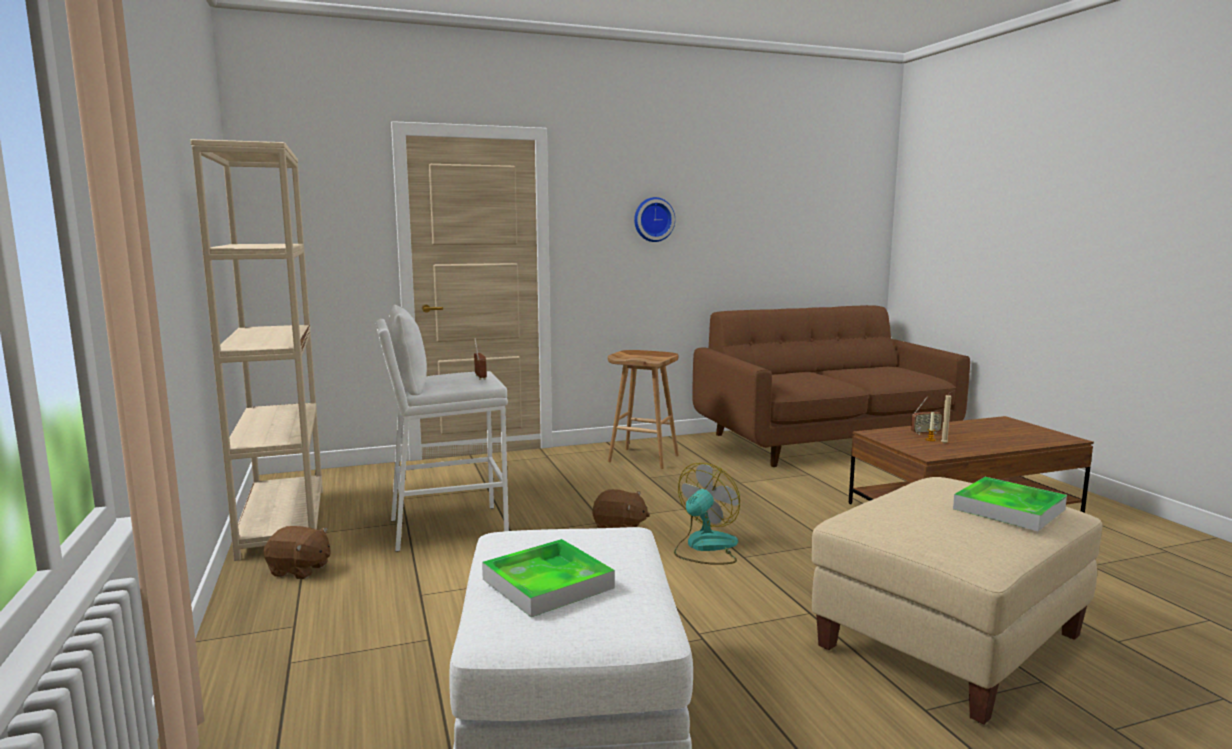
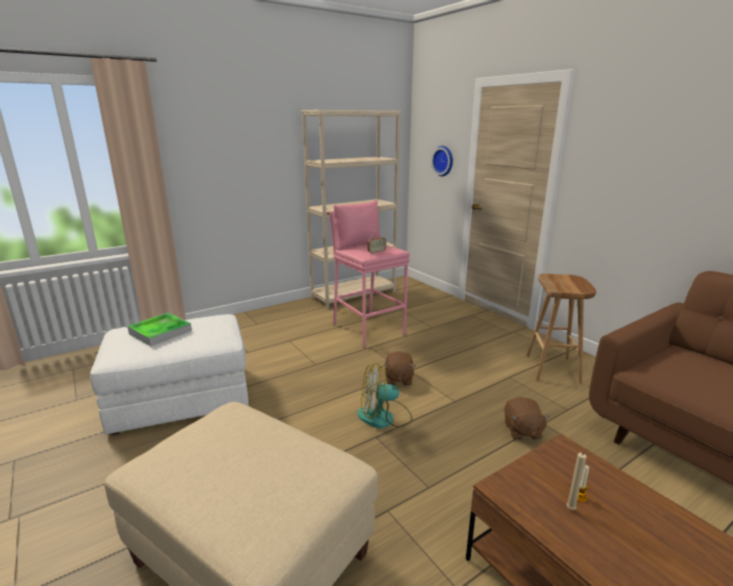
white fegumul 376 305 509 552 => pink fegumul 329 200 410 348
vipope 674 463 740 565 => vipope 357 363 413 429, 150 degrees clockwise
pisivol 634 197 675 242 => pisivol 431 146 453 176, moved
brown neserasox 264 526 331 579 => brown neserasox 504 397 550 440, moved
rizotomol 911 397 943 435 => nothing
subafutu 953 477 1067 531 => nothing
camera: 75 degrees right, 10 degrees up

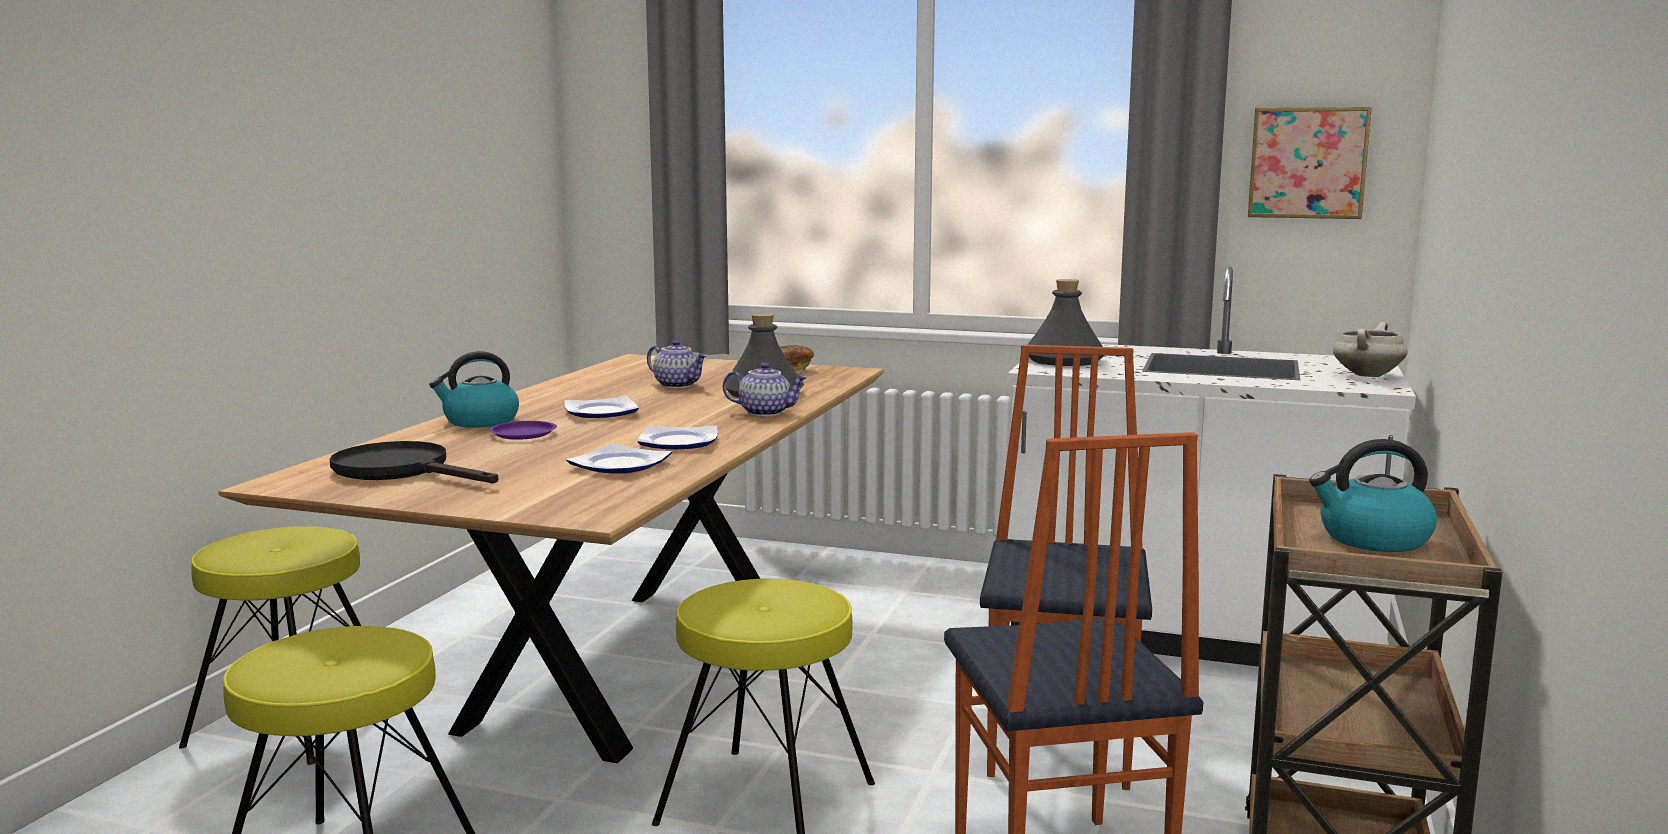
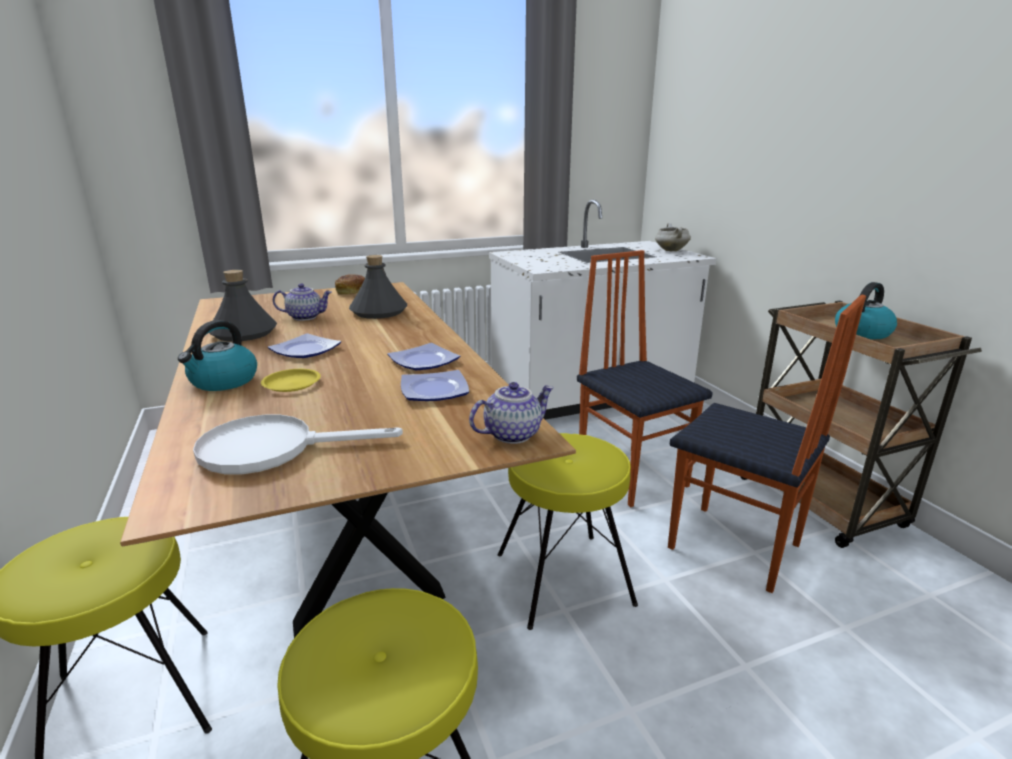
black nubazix 330 441 498 484 => white nubazix 193 415 403 474
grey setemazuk 1027 279 1104 366 => grey setemazuk 209 270 277 342, moved
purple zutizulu 489 421 557 440 => yellow zutizulu 261 369 321 392
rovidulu 723 362 808 417 => rovidulu 469 382 554 444, moved
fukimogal 1248 107 1372 219 => nothing
camera: 40 degrees left, 10 degrees up

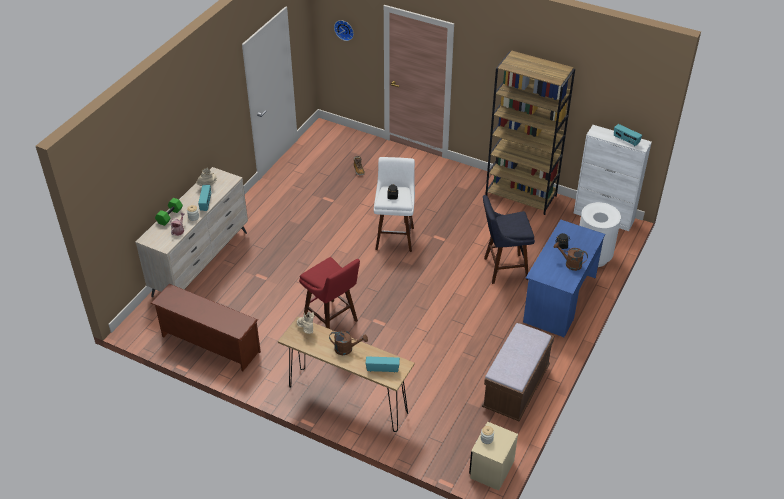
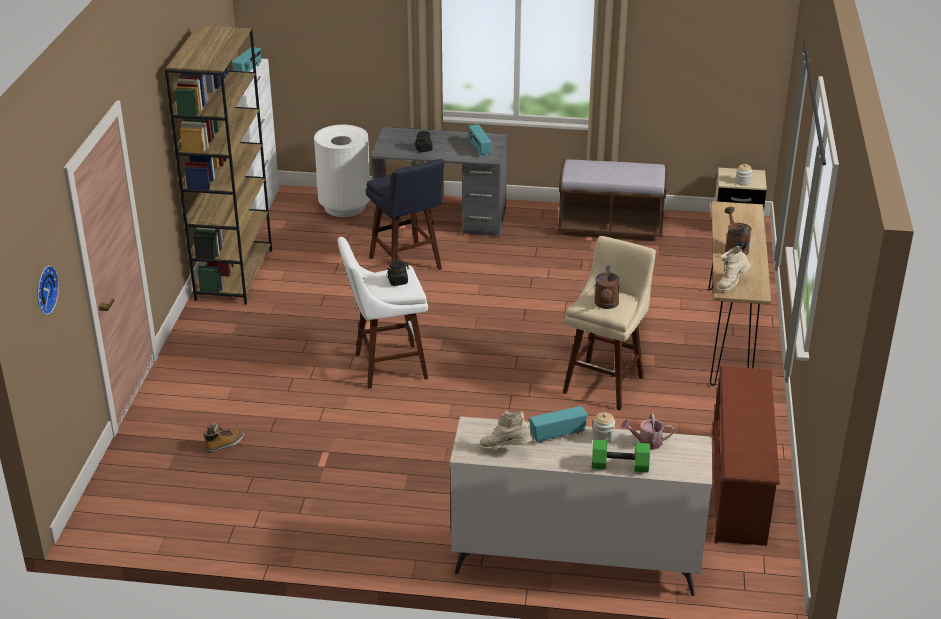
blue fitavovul 523 219 605 337 => grey fitavovul 371 127 507 237
rizotomol 366 356 400 373 => rizotomol 469 124 491 157, moved
red fegumul 299 257 360 329 => beige fegumul 563 236 656 410
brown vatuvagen 554 242 588 271 => brown vatuvagen 594 265 620 309, moved
camera: 110 degrees left, 10 degrees down

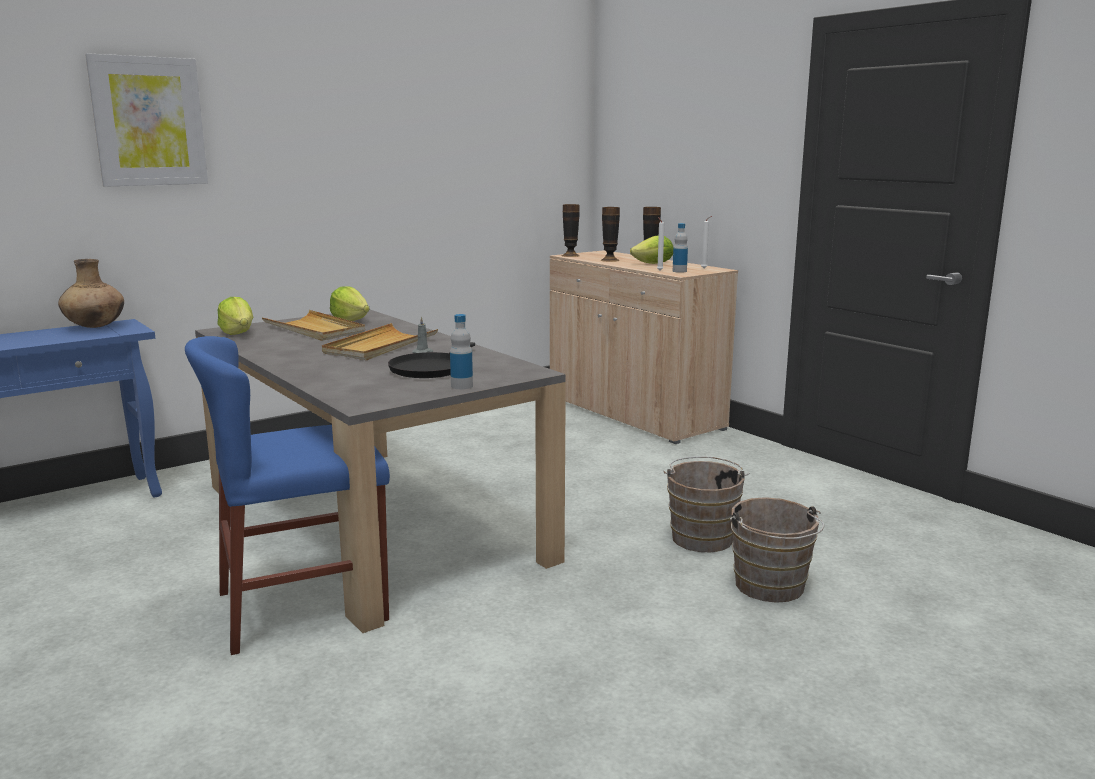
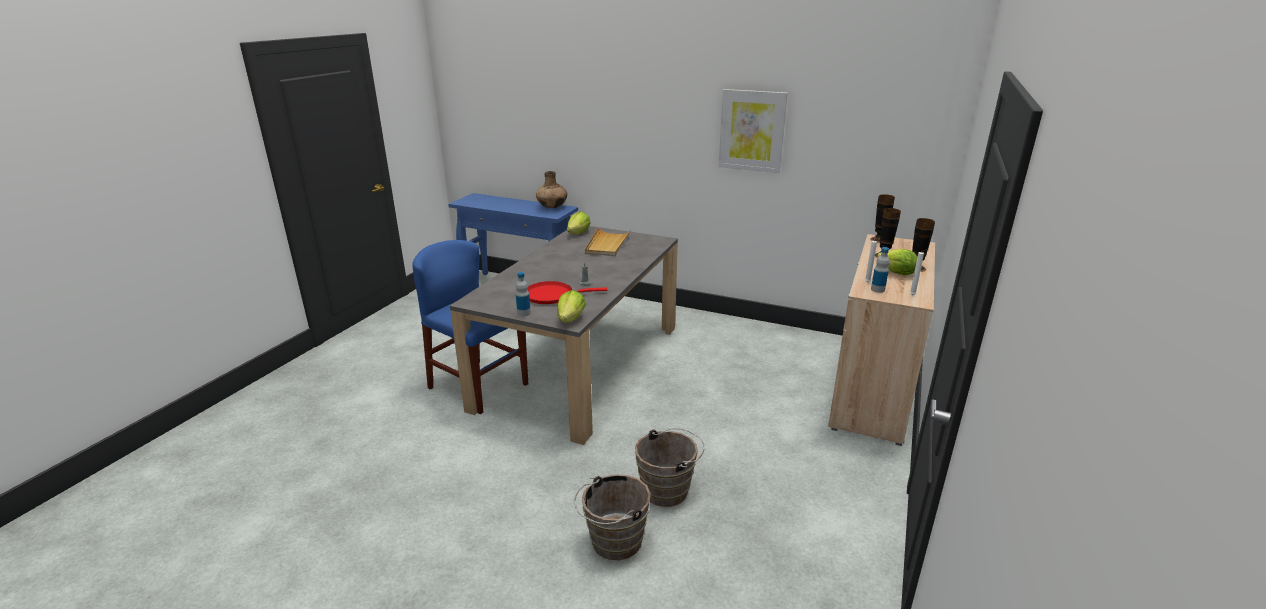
black nubazix 388 342 475 378 => red nubazix 528 281 607 304
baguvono 330 286 370 321 => baguvono 557 290 586 323, moved
fukimogal 85 53 208 187 => fukimogal 719 89 788 173, moved
beige subafutu 322 323 438 360 => nothing
camera: 60 degrees right, 10 degrees up

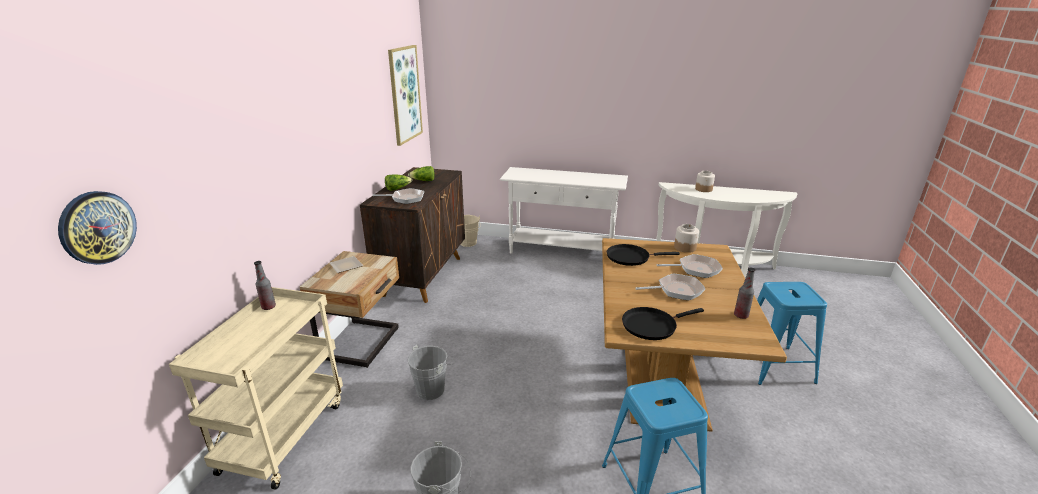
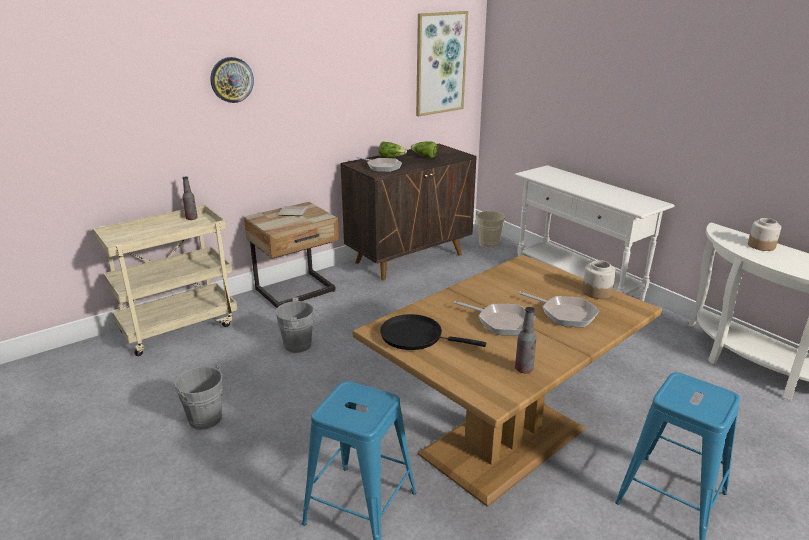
pisivol 58 191 137 265 => pisivol 210 57 254 103, moved
black nubazix 607 244 680 266 => nothing
camera: 40 degrees right, 0 degrees up

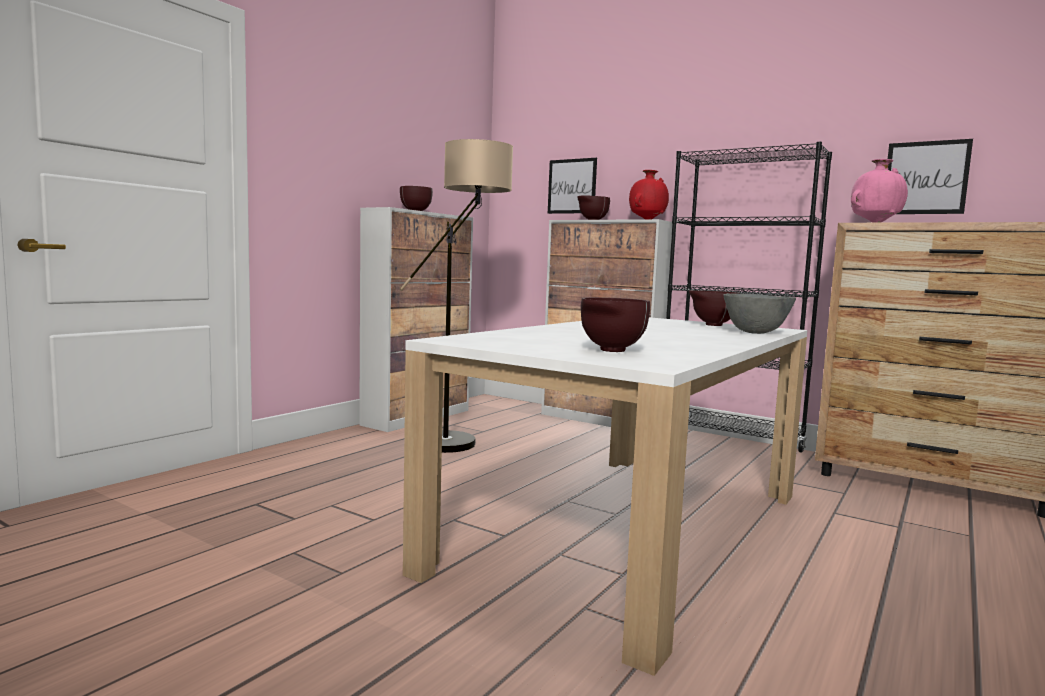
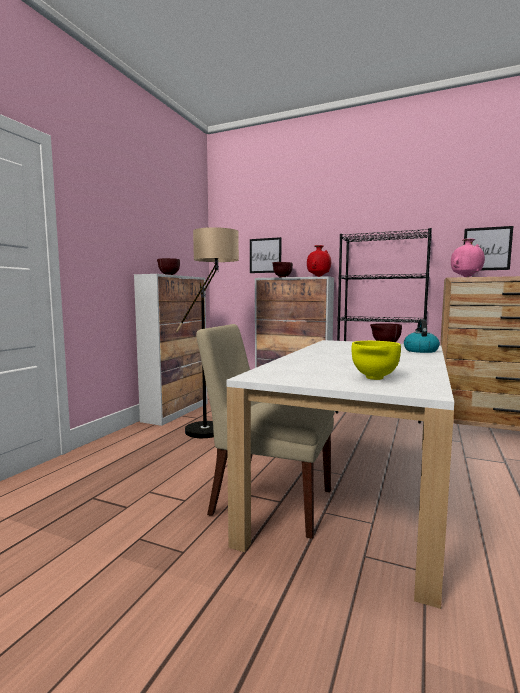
nothing => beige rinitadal 196 324 335 539
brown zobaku 581 297 650 352 => yellow zobaku 351 341 401 380
grey zobaku 724 293 796 334 => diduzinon 404 319 440 353
camera: 10 degrees left, 0 degrees up

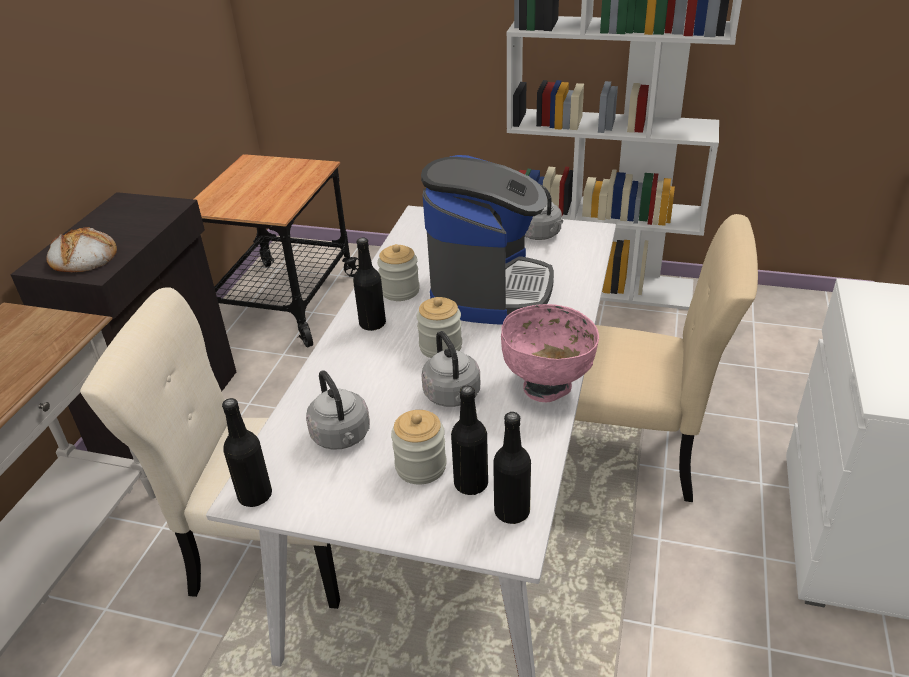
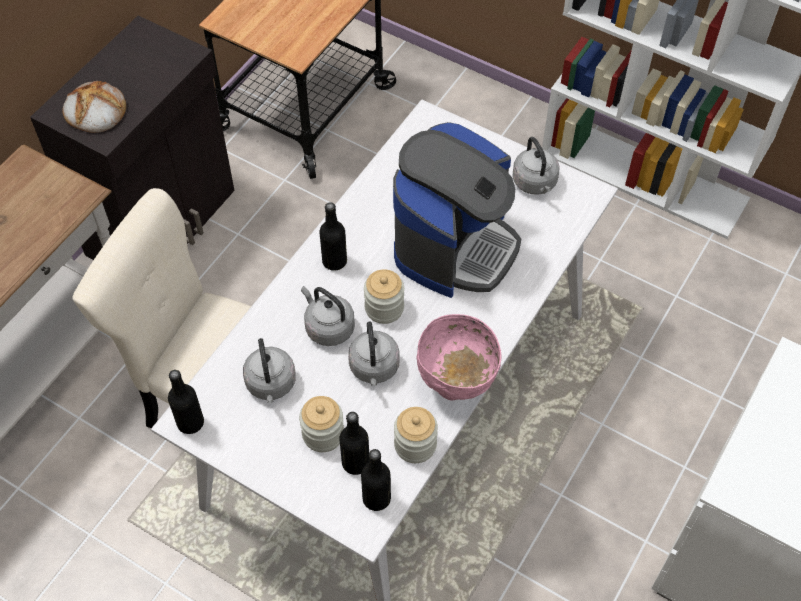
nothing => grey diduzinon 301 286 355 346
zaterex 377 244 420 301 => zaterex 394 407 438 463, moved
beige rinitadal 575 214 758 502 => nothing
camera: 15 degrees right, 20 degrees up

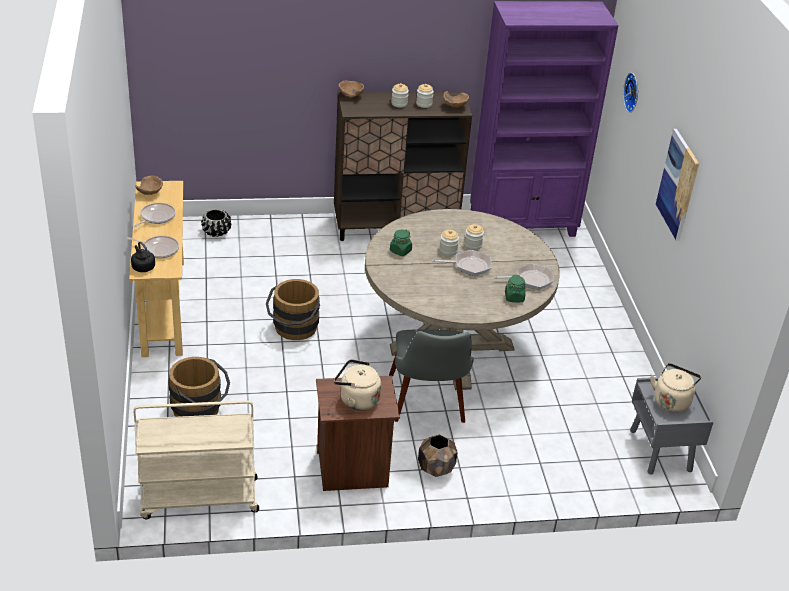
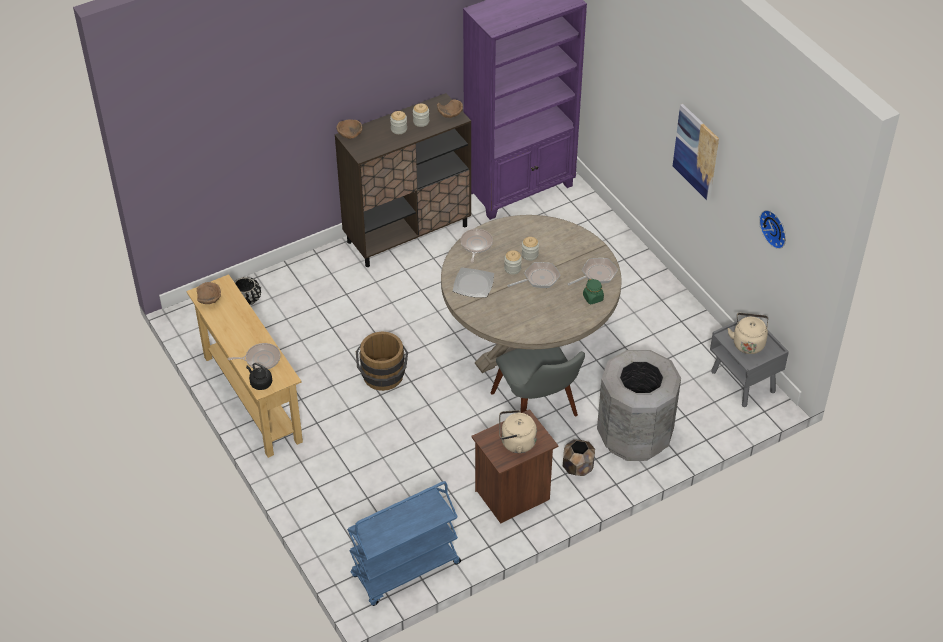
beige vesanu 134 400 259 519 => blue vesanu 347 481 461 606
green zaterex 390 229 412 256 => zutizulu 453 267 494 298
nubazix 134 203 176 227 => nubazix 461 229 493 263, moved
nothing => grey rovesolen 597 350 681 461
pisivol 623 72 638 113 => pisivol 759 210 786 249, moved
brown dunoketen 168 357 230 417 => nothing
camera: 20 degrees left, 10 degrees up

